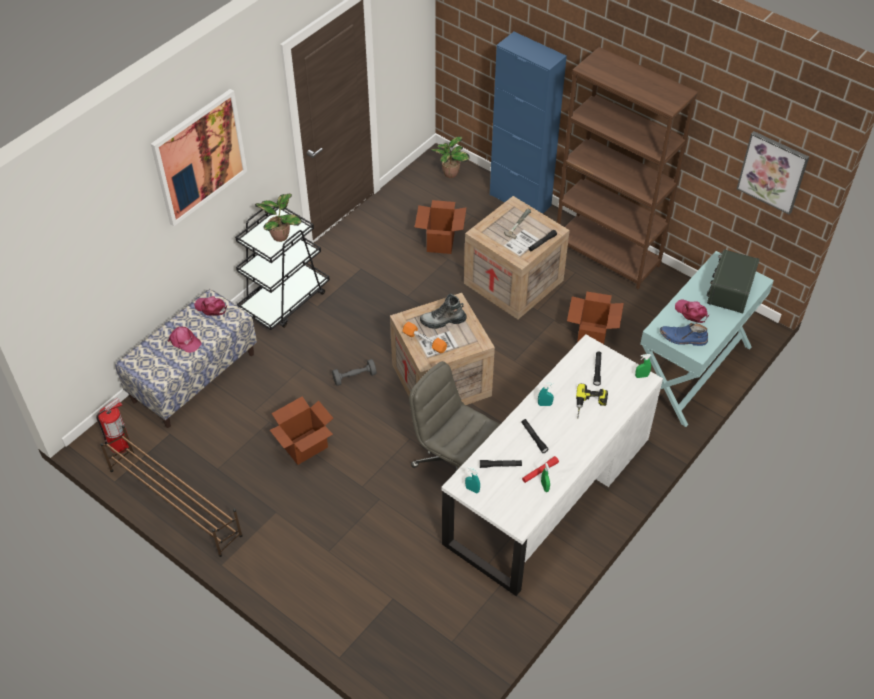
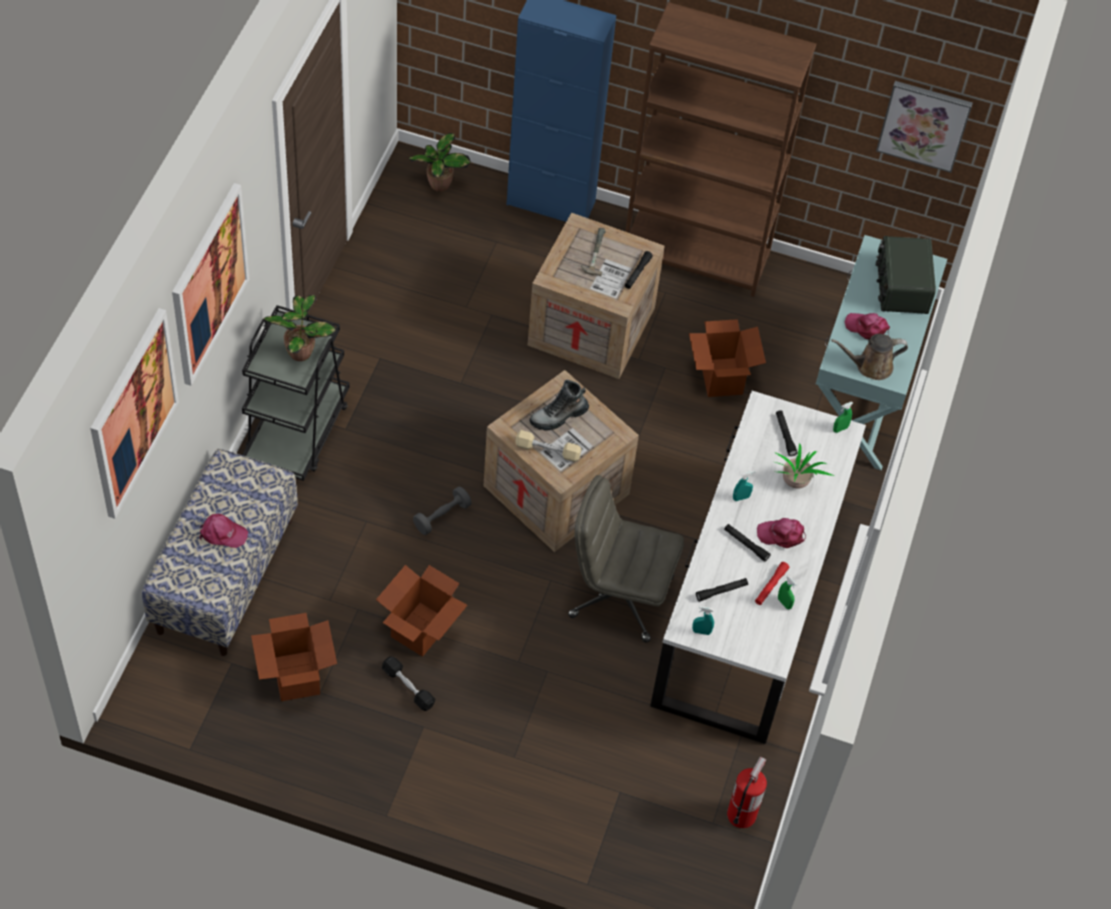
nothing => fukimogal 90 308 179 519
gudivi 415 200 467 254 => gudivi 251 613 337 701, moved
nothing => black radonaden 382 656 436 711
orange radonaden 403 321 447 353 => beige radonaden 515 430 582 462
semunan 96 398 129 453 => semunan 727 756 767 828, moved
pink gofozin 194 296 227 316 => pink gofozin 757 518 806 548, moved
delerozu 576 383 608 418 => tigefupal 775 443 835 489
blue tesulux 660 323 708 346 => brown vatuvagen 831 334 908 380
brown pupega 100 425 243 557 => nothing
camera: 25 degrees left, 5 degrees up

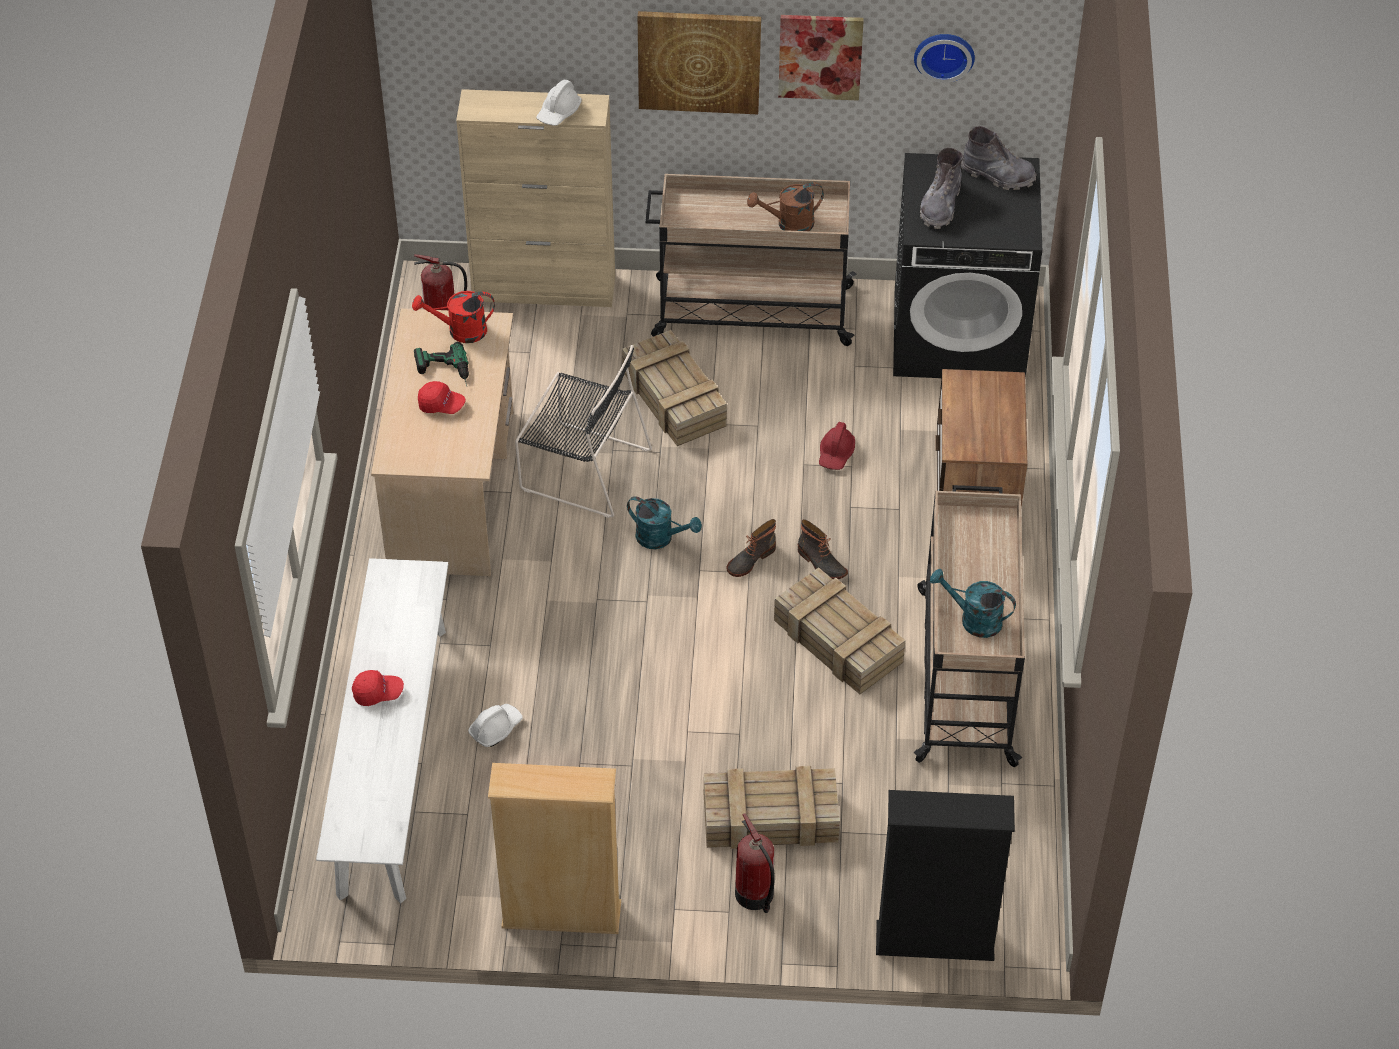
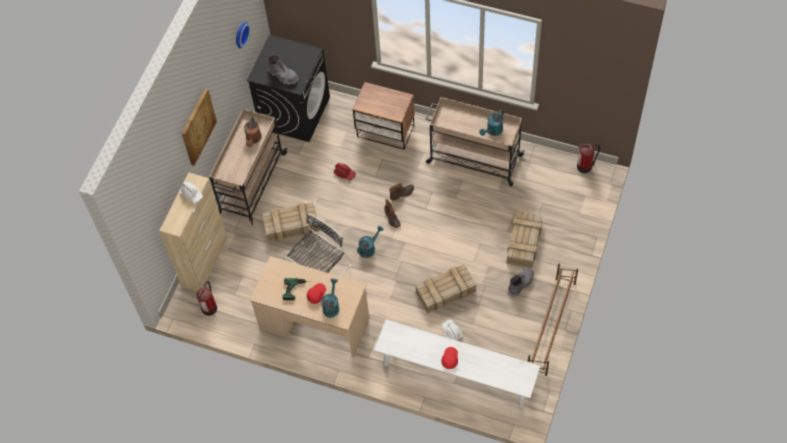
nothing => turquoise vatuvagen 321 279 339 318
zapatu 774 567 905 694 => zapatu 416 264 476 313, moved
grey tesulux 961 126 1037 190 => grey tesulux 508 268 534 297, moved
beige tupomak 488 763 621 934 => brown pupega 528 263 578 376
semunan 735 813 775 913 => semunan 577 144 600 173, moved
red vatuvagen 412 291 495 343 => nothing
fukimogal 778 15 864 101 => nothing
black tupomak 876 790 1015 961 => nothing
camera: 70 degrees left, 10 degrees up

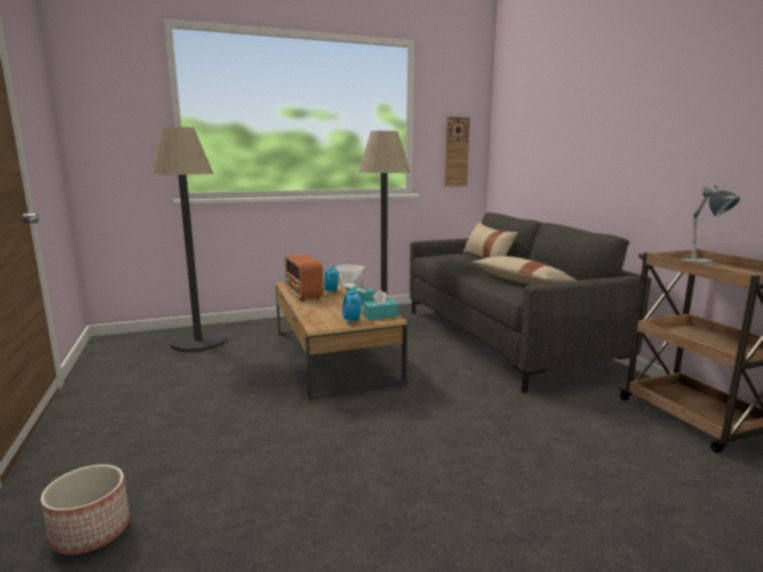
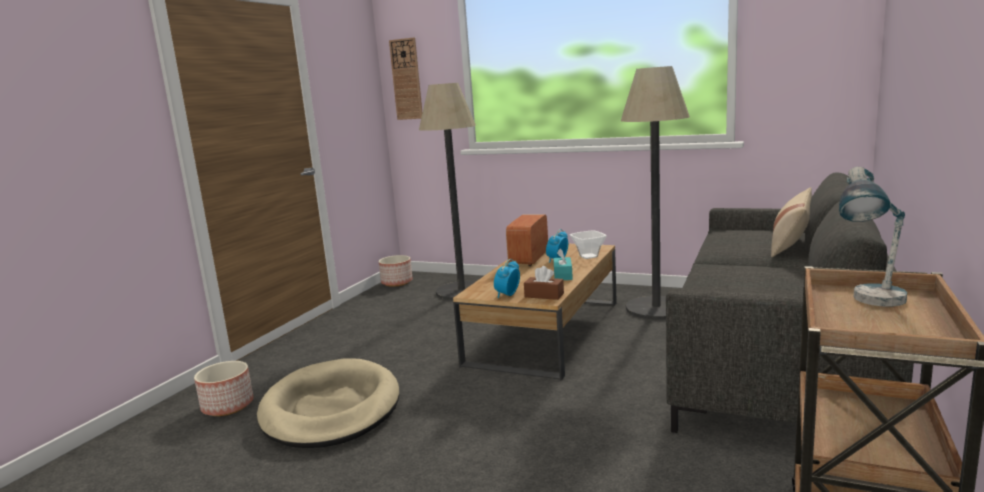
nothing => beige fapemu 257 358 399 448
nothing => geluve 379 255 413 287
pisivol 444 116 470 187 => pisivol 389 37 422 120, moved
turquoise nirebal 363 290 398 320 => brown nirebal 524 266 564 300
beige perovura 473 256 577 285 => nothing
camera: 45 degrees right, 0 degrees up

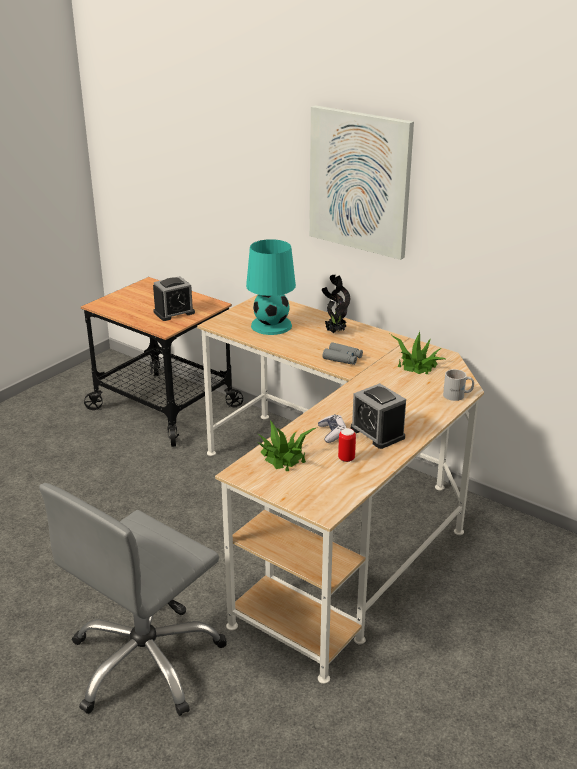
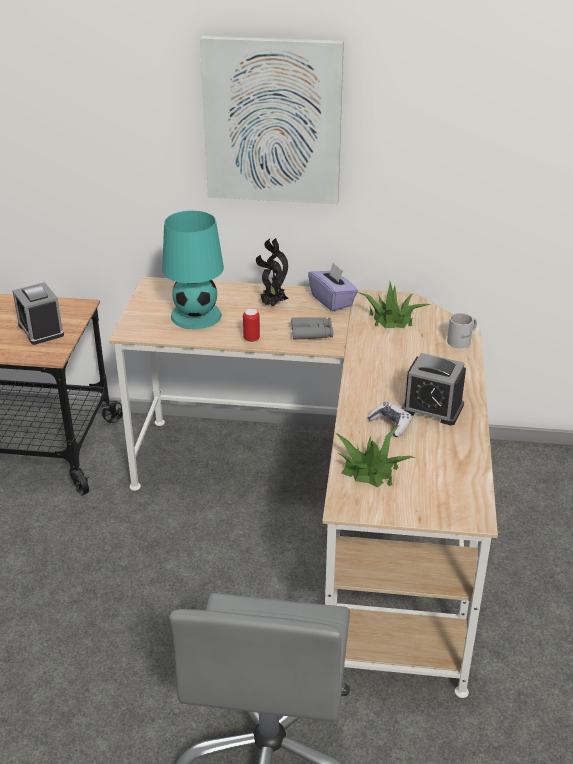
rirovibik 153 276 195 321 => rirovibik 12 282 64 345, 120 degrees clockwise
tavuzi 338 428 356 462 => tavuzi 243 308 260 342, moved
nothing => purple nirebal 308 263 358 311
camera: 30 degrees left, 5 degrees up

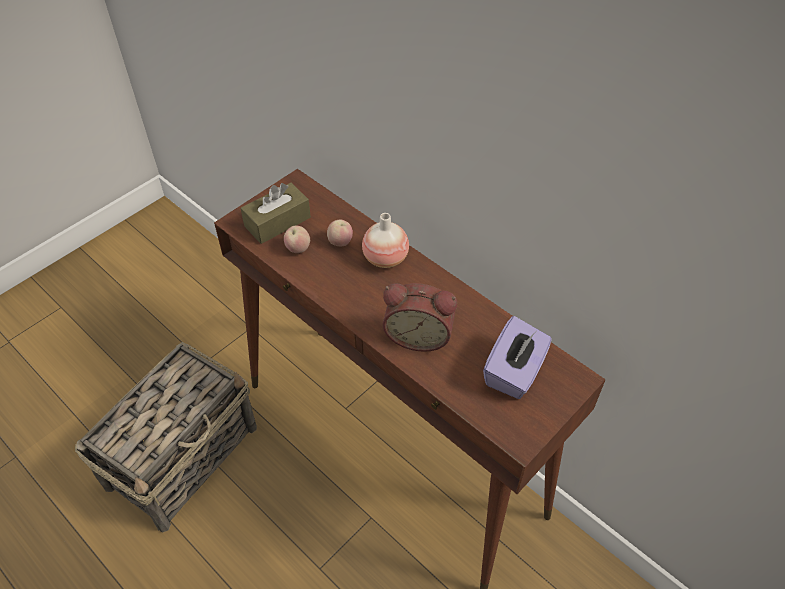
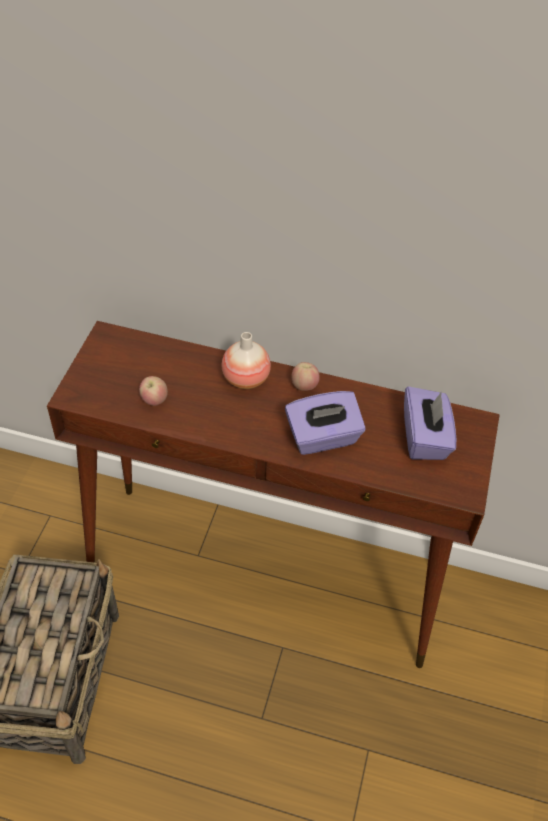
rirovibik 383 283 457 352 => purple nirebal 285 391 366 455
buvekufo 327 220 353 247 => buvekufo 291 362 320 391, moved
brown nirebal 240 183 311 244 => nothing
camera: 30 degrees left, 0 degrees up

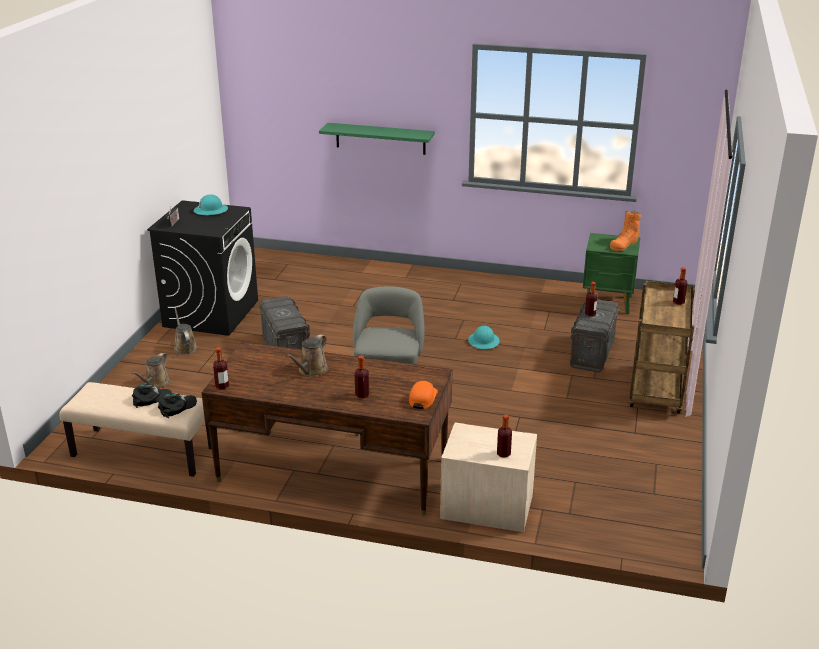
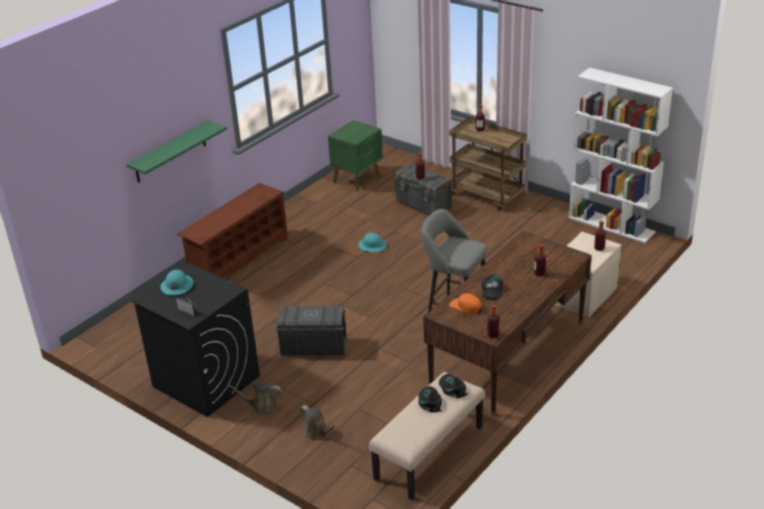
nothing => brown pupega 177 183 288 278
orange gofozin 409 381 438 409 => orange gofozin 449 293 482 315, moved
brown vatuvagen 286 334 328 377 => black gofozin 481 274 503 301
nothing => white tupomak 569 68 673 243
orange tesulux 610 210 641 251 => nothing
camera: 65 degrees left, 5 degrees up

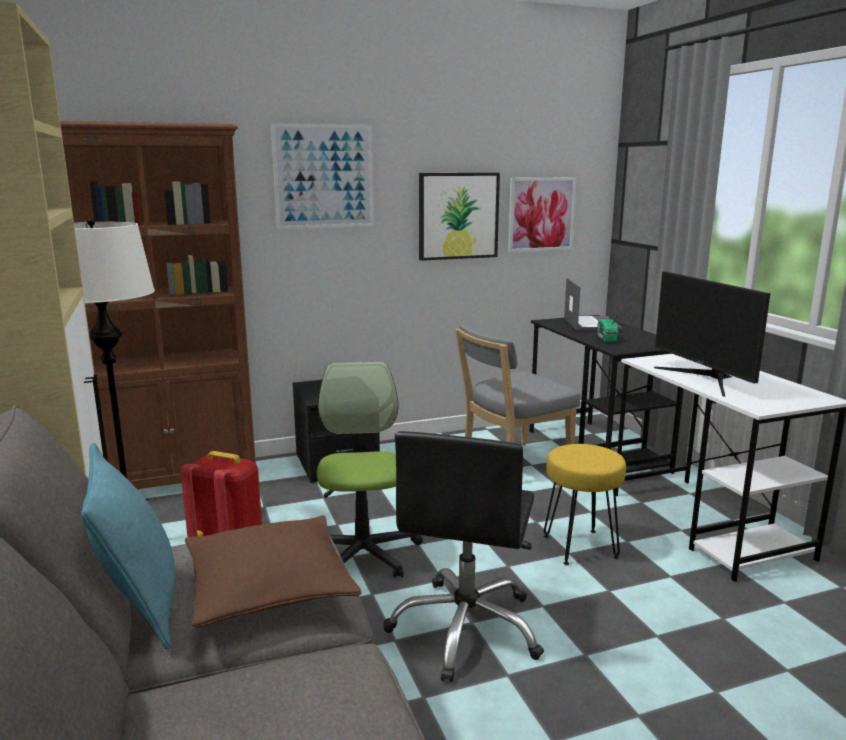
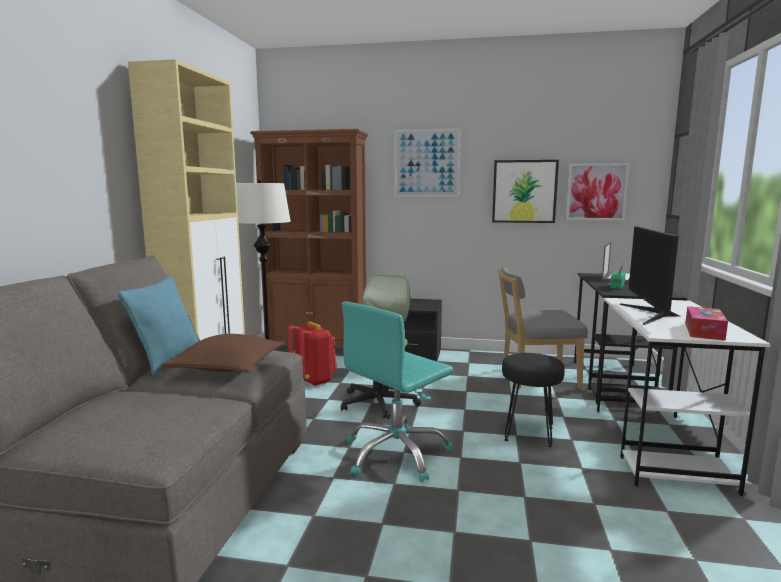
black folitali 383 431 544 682 => turquoise folitali 342 301 454 482
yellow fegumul 544 444 626 565 => black fegumul 502 353 565 448
nothing => nirebal 685 306 728 341
camera: 30 degrees right, 5 degrees down

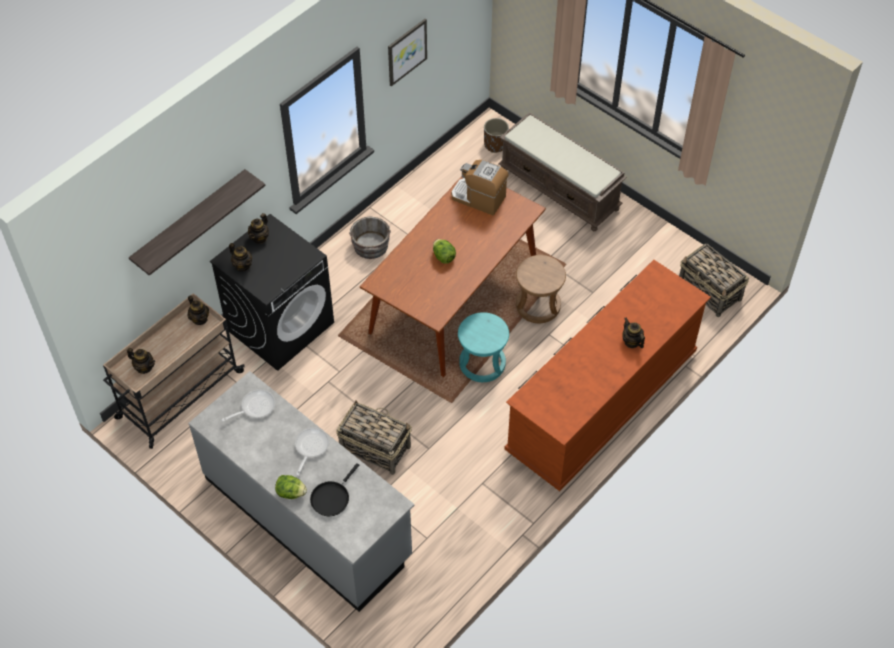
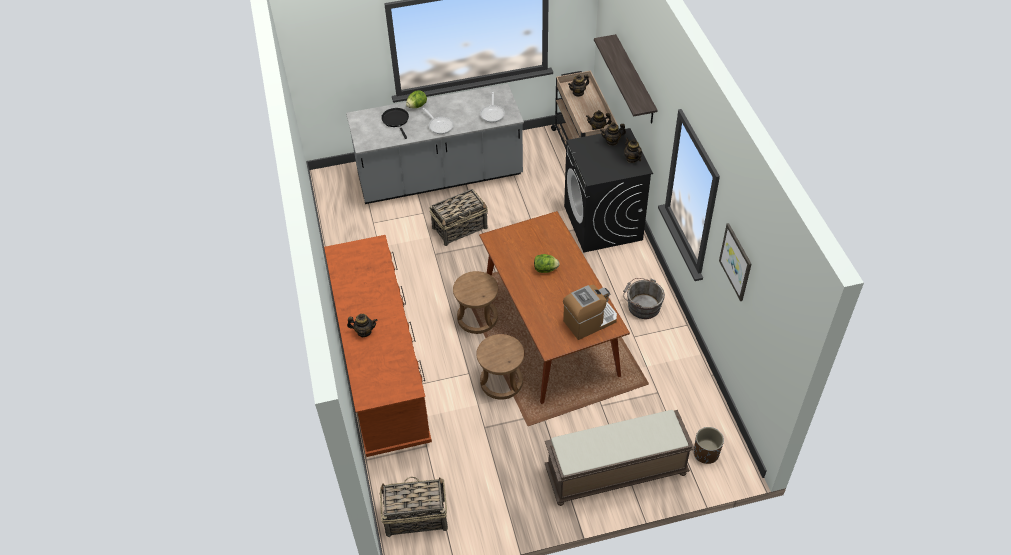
turquoise fegumul 458 312 509 382 => brown fegumul 453 271 498 334
camera: 125 degrees right, 5 degrees down

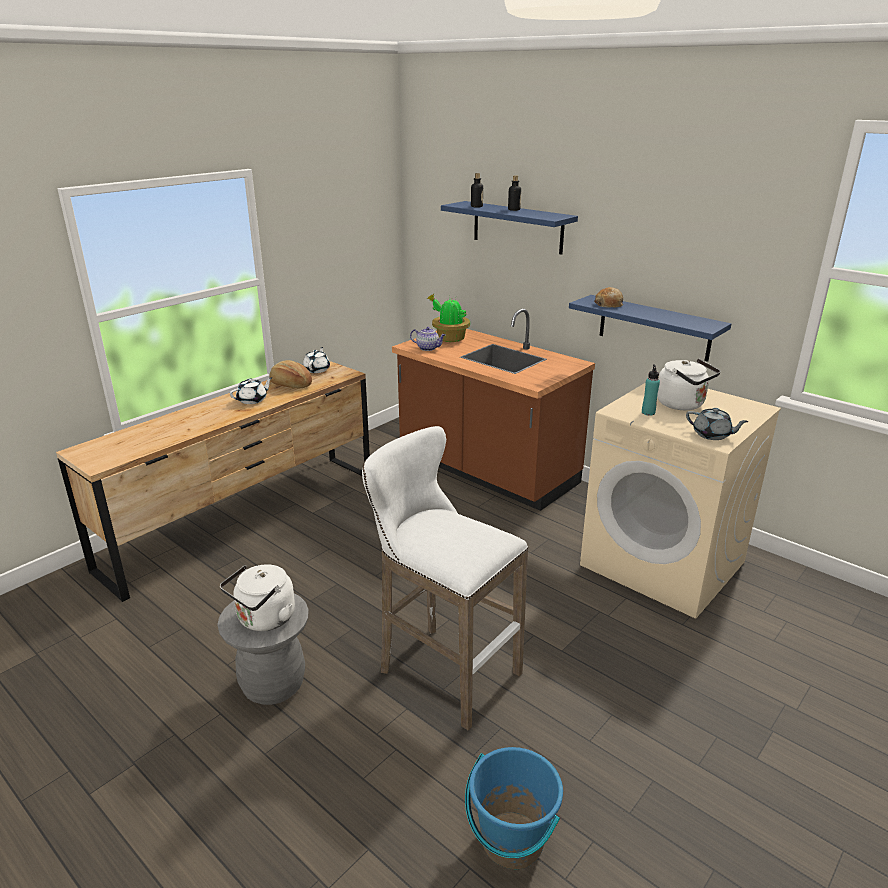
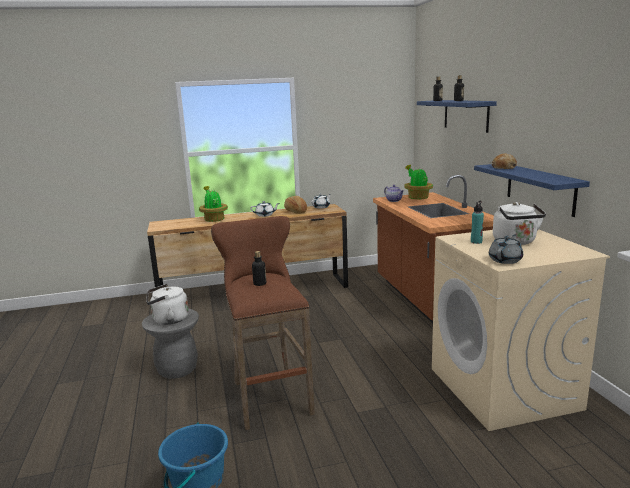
nothing => tigefupal 199 186 228 222
white fegumul 362 426 528 730 => brown fegumul 211 216 315 430
nothing => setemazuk 252 251 266 286
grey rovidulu 686 408 749 440 => grey rovidulu 489 235 523 264, 120 degrees counterclockwise
camera: 35 degrees right, 10 degrees down

